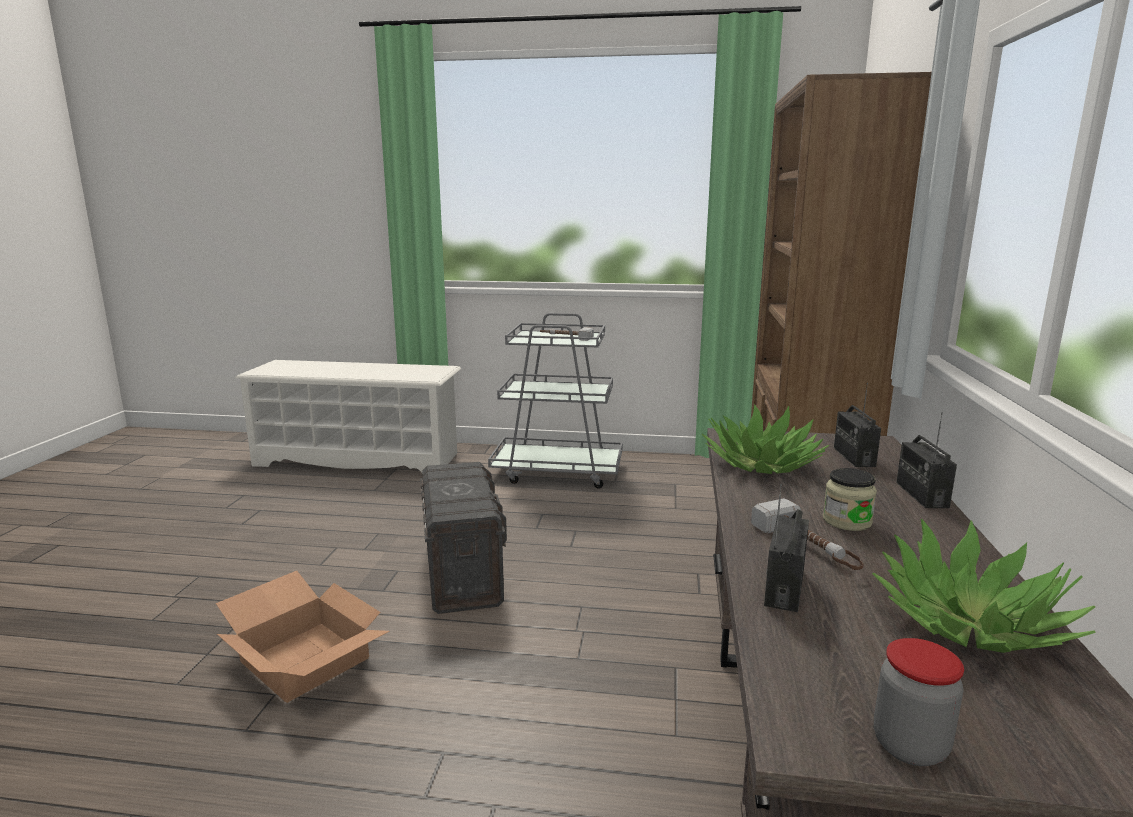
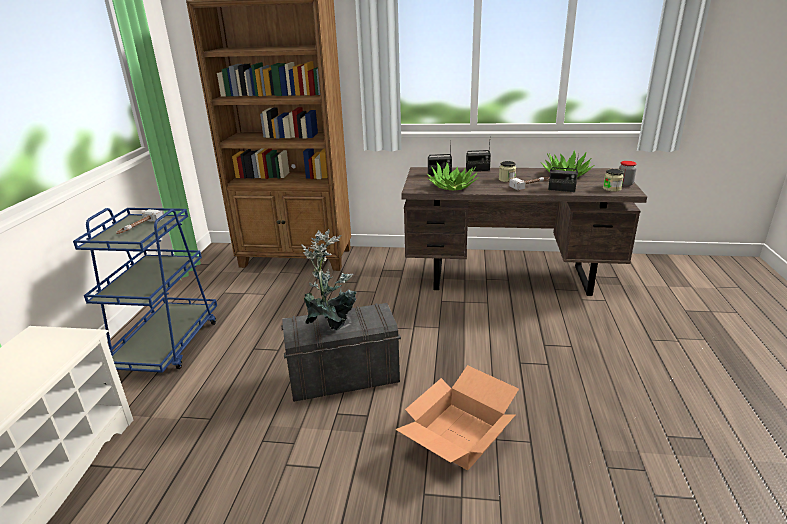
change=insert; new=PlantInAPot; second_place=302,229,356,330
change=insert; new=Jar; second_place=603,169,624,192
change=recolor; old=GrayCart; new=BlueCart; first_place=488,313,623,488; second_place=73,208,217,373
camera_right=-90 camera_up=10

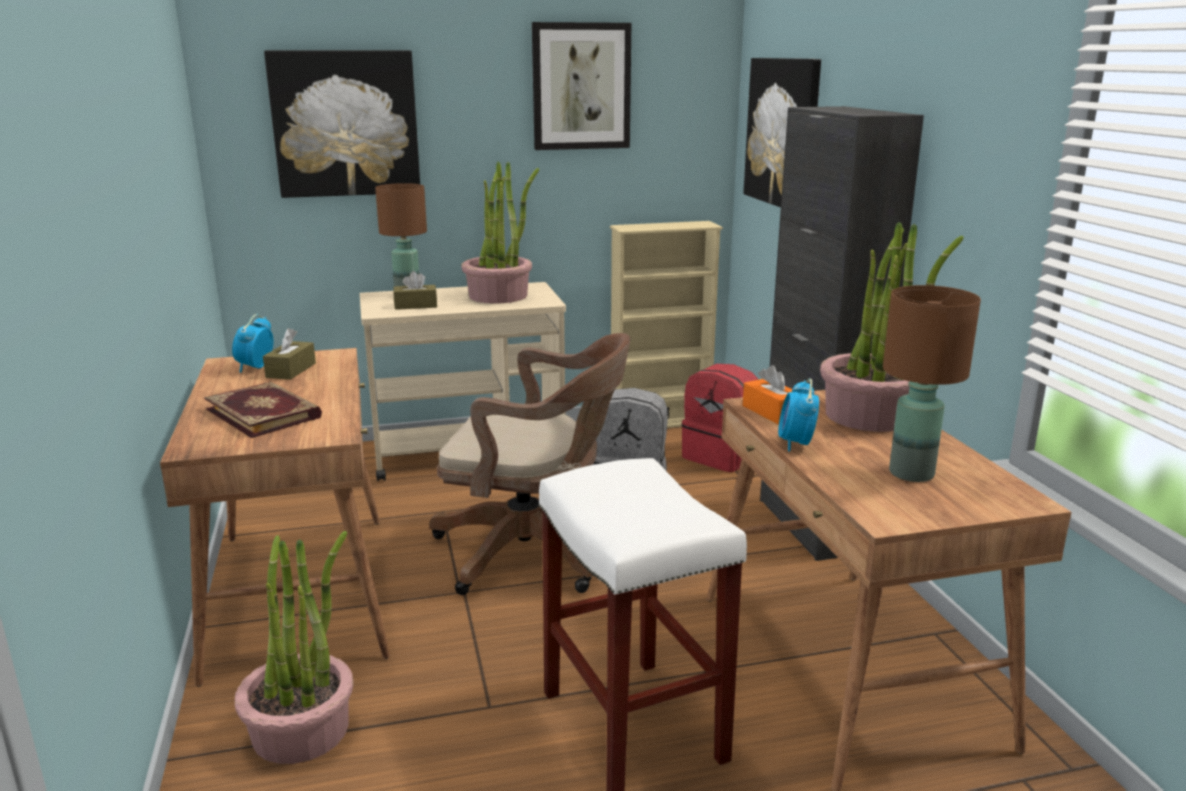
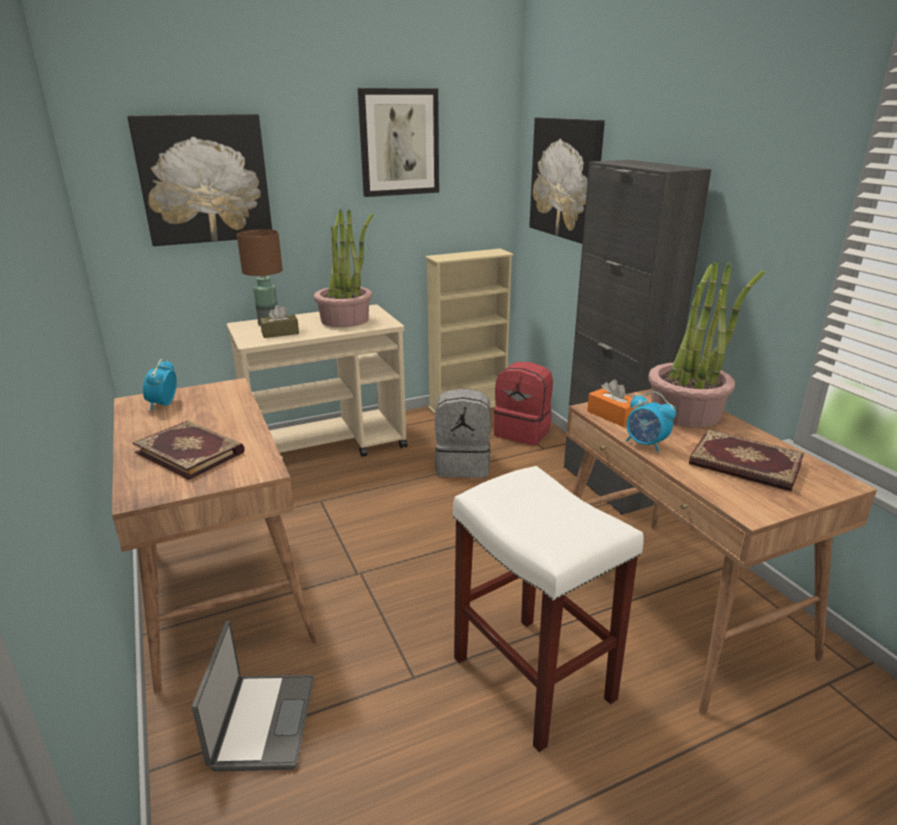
change=delete; old=BrownColouredTissueBox; first_place=263,328,316,380
change=delete; old=BrownColouredOfficeChair; first_place=429,333,630,595
change=replace; old=PlantInAPot; new=PortableComputer; first_place=235,531,353,764; second_place=192,621,314,772
change=replace; old=BrownColouredTabletopLamp; new=BoundBook; first_place=883,285,981,482; second_place=689,429,804,492
change=rotate; old=AlarmClock; first_place=778,378,819,451; second_place=626,391,676,452; degrees=-45
camera_right=-10 camera_up=5

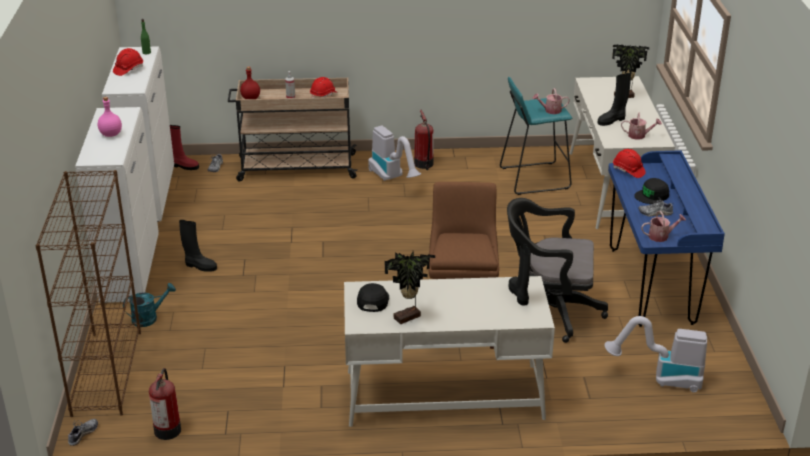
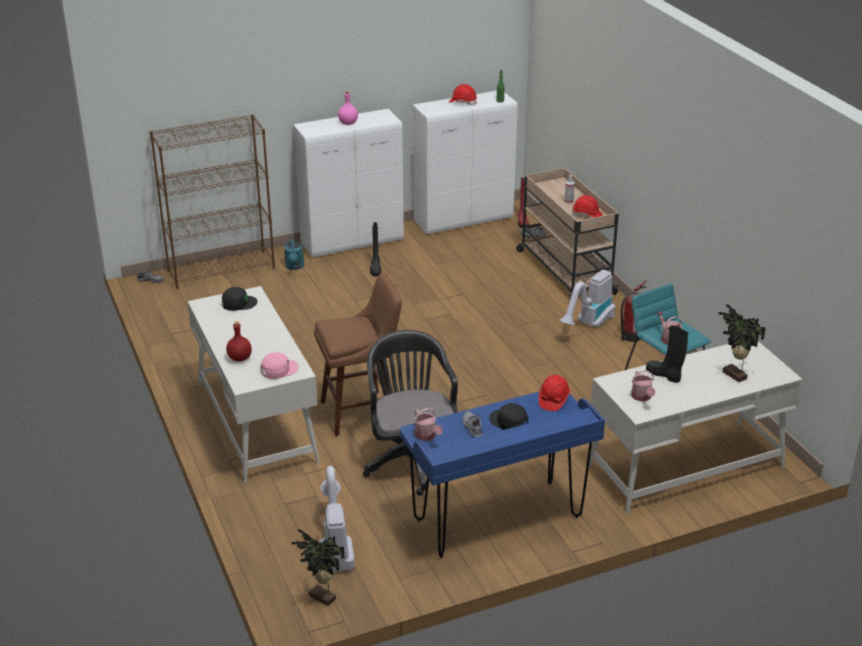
change=delete; old=FireFightingCylinder; first_place=149,368,181,440
change=move; old=ReddishBeverageBottle; first_place=240,66,260,99; second_place=226,321,252,362
change=move; old=PlantInAPot; first_place=385,251,435,324; second_place=292,529,345,606
change=replace; old=BlackColouredBoot; new=PinkishPeakedCap; first_place=509,243,531,305; second_place=261,352,299,379
change=rotate; old=TurquoiseColouredWateringPot; first_place=123,283,176,327; second_place=284,236,304,270; degrees=45
camera_right=70 camera_up=0

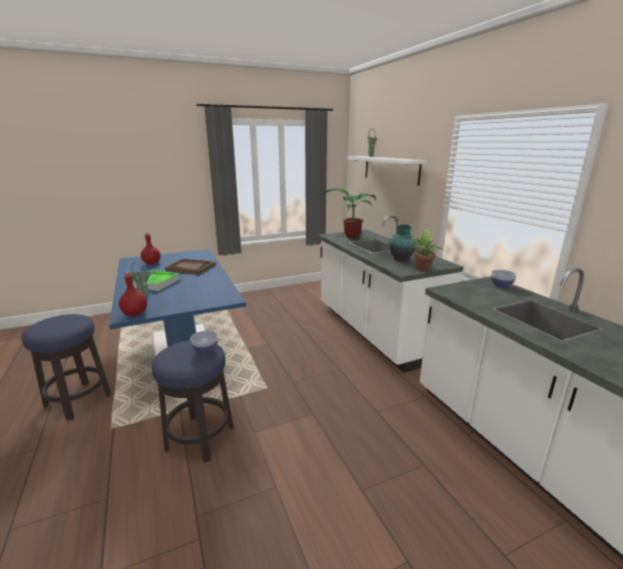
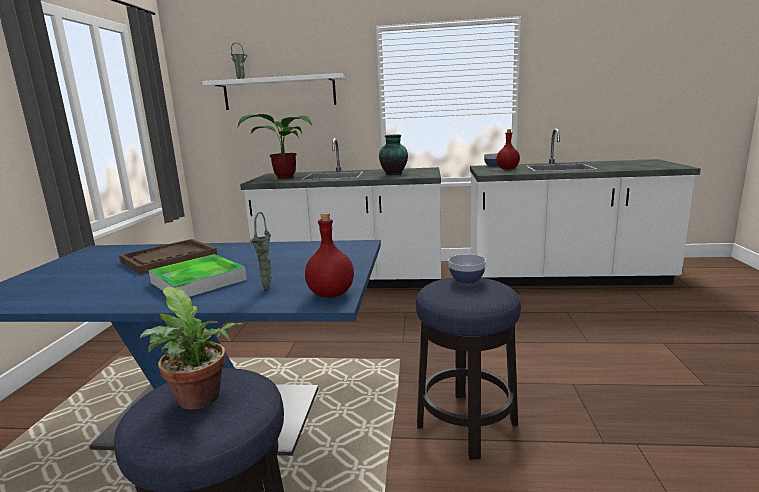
change=move; old=ReddishBeverageBottle; first_place=141,233,161,264; second_place=496,129,520,169
change=move; old=PlantInAPot; first_place=409,230,443,271; second_place=140,287,244,409
camera_right=-60 camera_up=-5

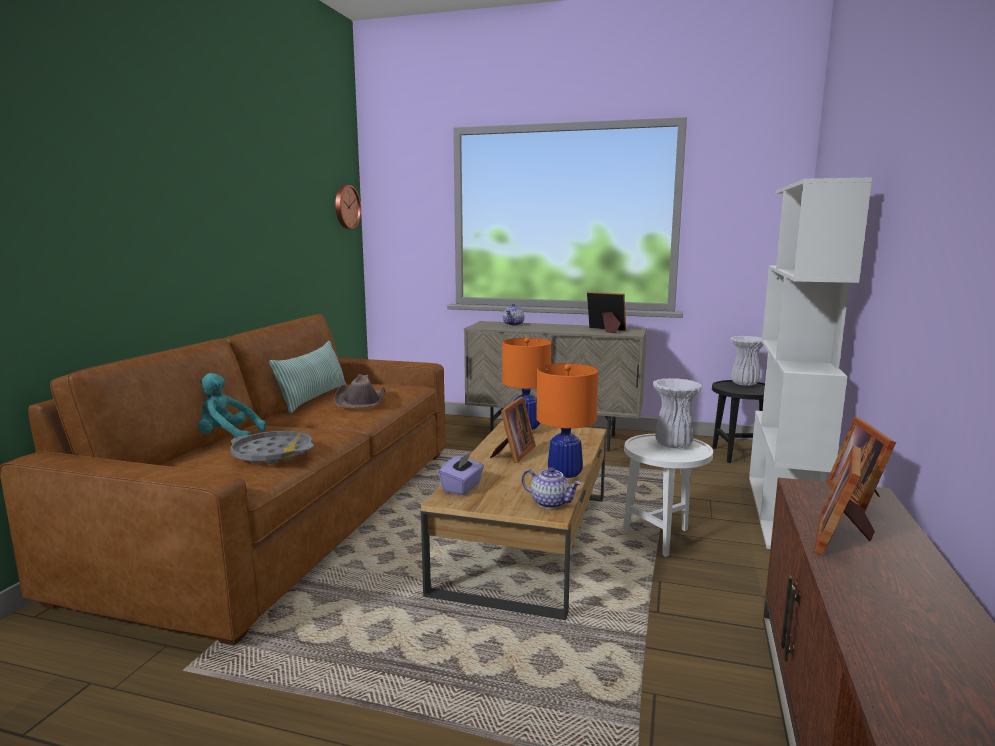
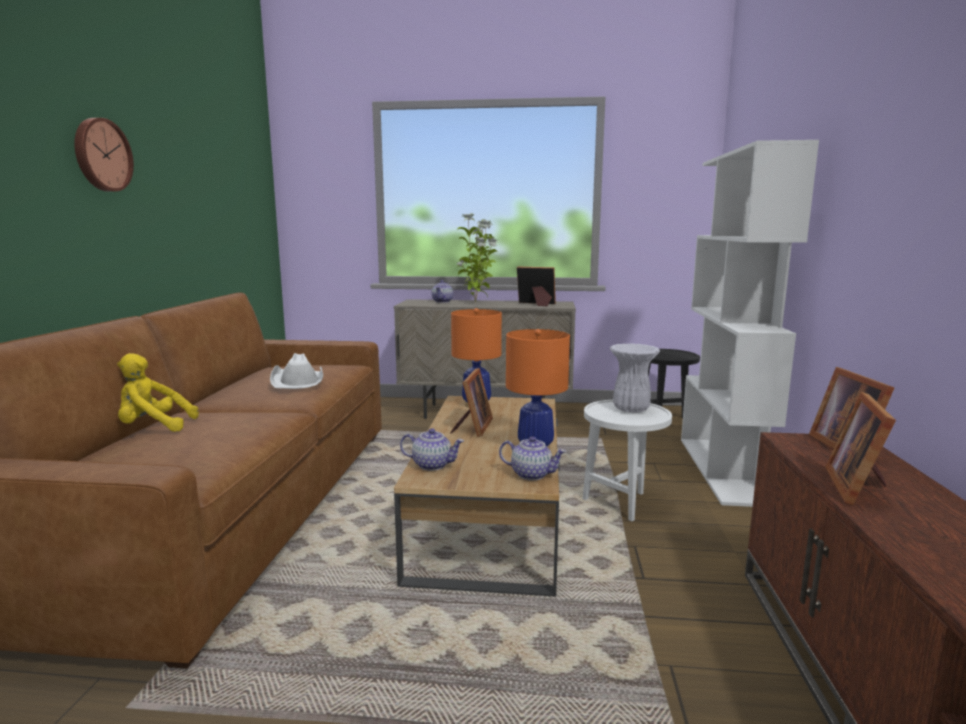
change=delete; old=GrayCarryingTray; first_place=230,431,314,464
change=delete; old=Pillow; first_place=269,341,347,413
change=delete; old=WhitishDecorativeVase; first_place=730,336,763,386
change=insert; new=PlantInAPot; second_place=457,213,497,303
change=move; old=WallClock; first_place=335,185,361,229; second_place=74,118,134,192
change=replace; old=PurpleTissueBox; new=Teapot; first_place=439,452,484,495; second_place=400,428,464,471
change=recolor; old=TurquoiseColouredPlushToy; new=YellowishPlushToy; first_place=198,373,266,437; second_place=117,353,199,432
change=recolor; old=BrownColouredWearableHat; new=WhitishWearableHat; first_place=334,374,385,408; second_place=270,353,323,389
camera_right=-10 camera_up=0

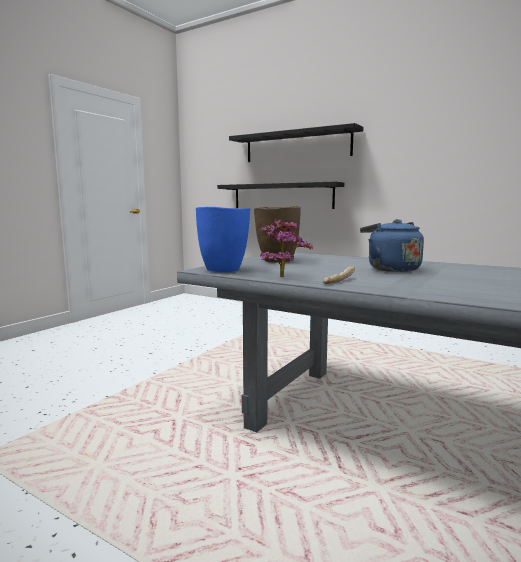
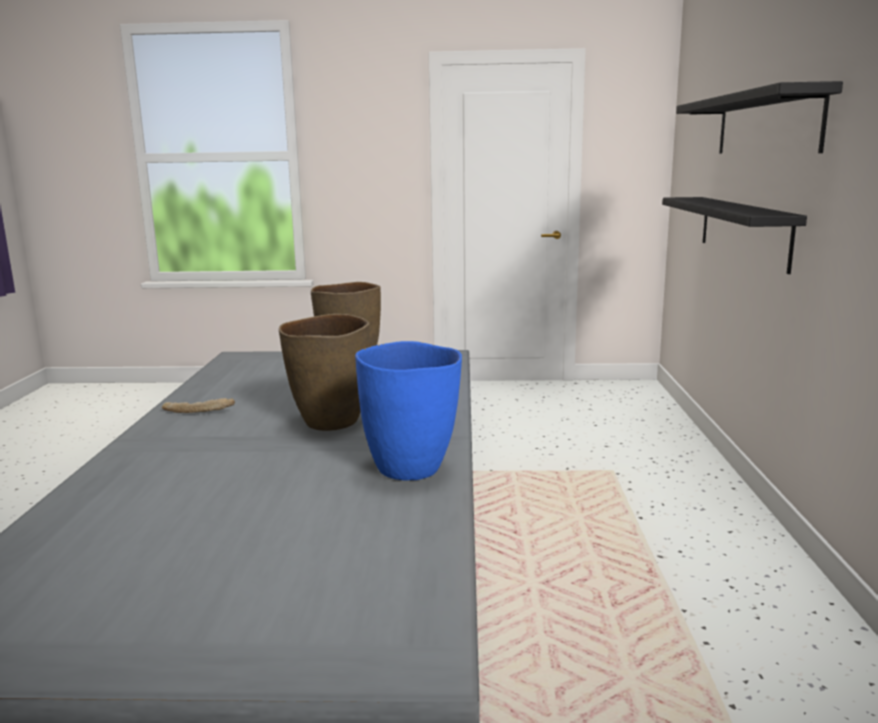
change=delete; old=PlantInAPot; first_place=260,219,313,277
change=move; old=BlueDecorativeVase; first_place=196,207,250,272; second_place=355,341,462,480
change=replace; old=BlueTeaKettle; new=BrownColouredDecorativeVase; first_place=360,219,424,272; second_place=279,314,370,431
camera_right=60 camera_up=5

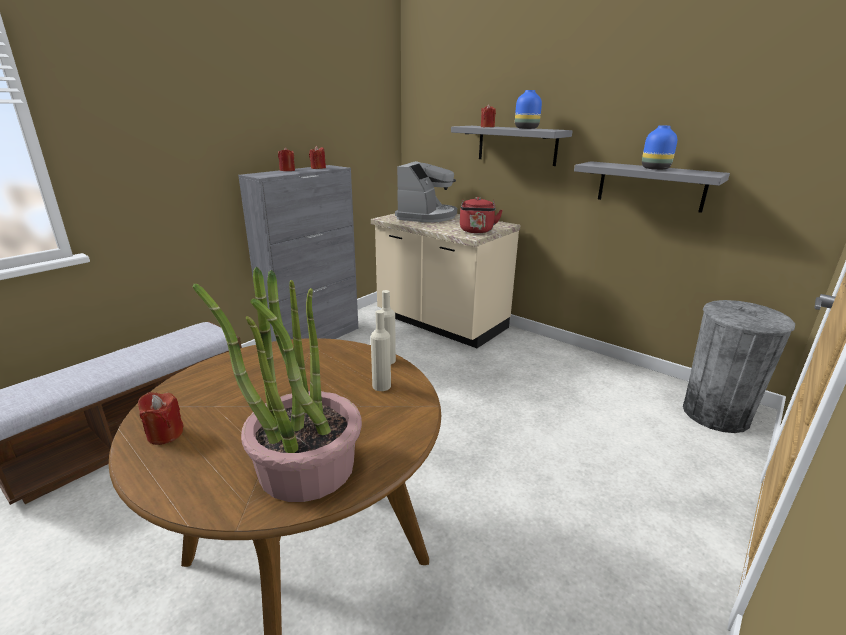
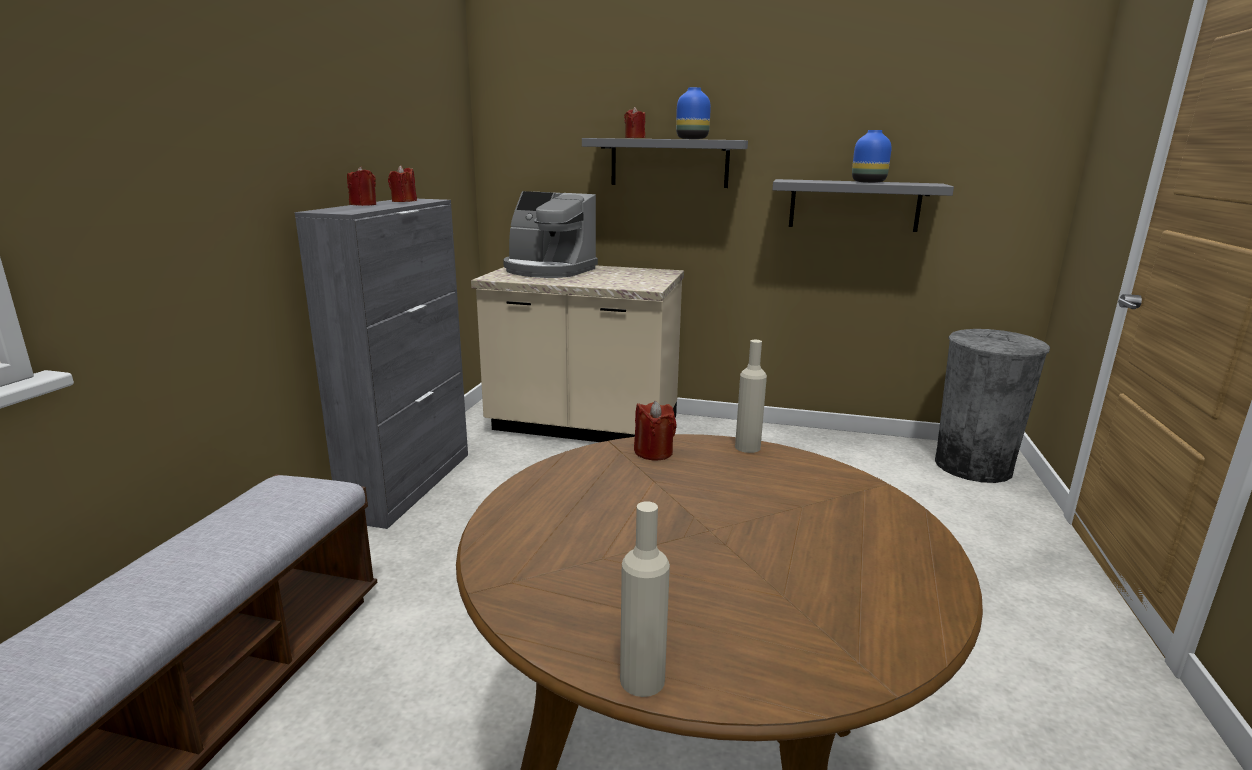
change=delete; old=PlantInAPot; first_place=193,266,362,502
change=delete; old=ReddishTeaKettle; first_place=460,197,503,233
change=move; old=ReddishWaxLight; first_place=138,392,184,445; second_place=634,401,677,460
change=move; old=BeigeBeverageBottle; first_place=371,310,391,391; second_place=620,501,670,697
change=rotate; old=CoffeeBrewer; first_place=395,161,457,222; second_place=503,191,598,278; degrees=120
camera_right=-25 camera_up=-5

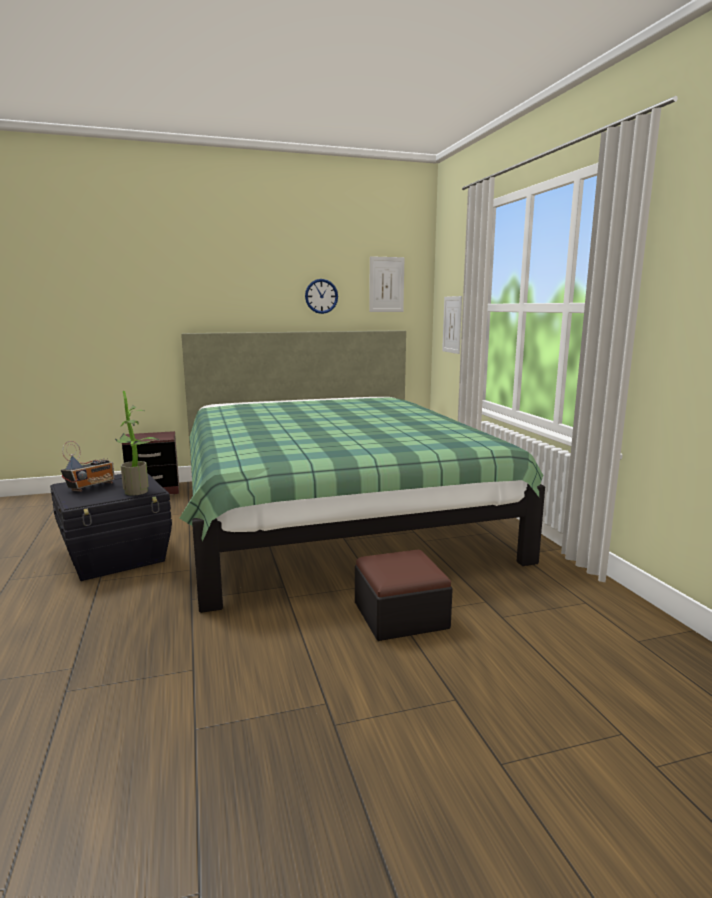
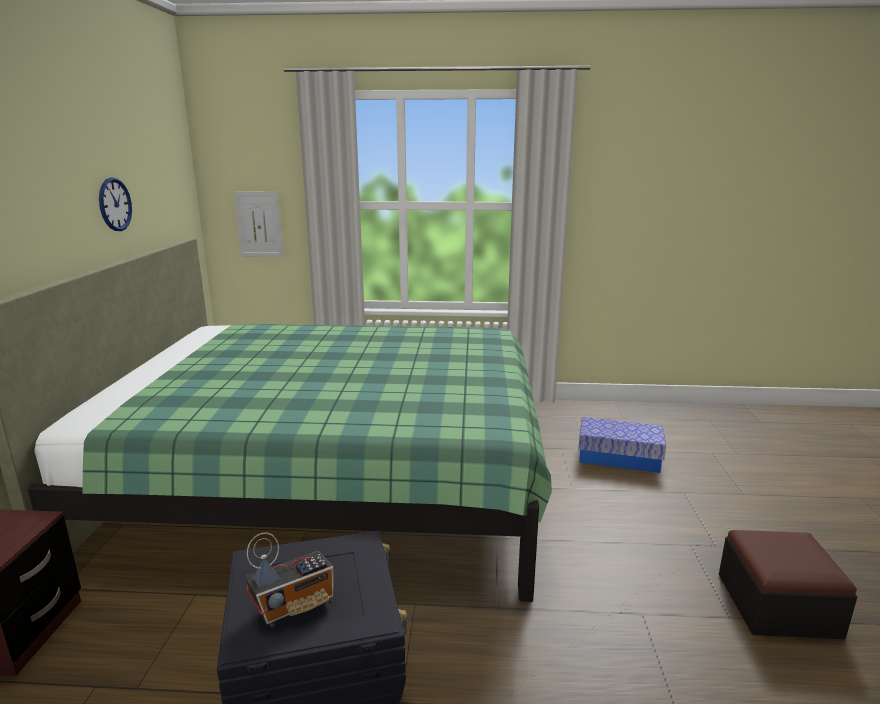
change=delete; old=PlantInAPot; first_place=115,391,160,496
change=delete; old=Picture; first_place=369,256,404,312
change=insert; new=StorageBin; second_place=578,417,666,473
change=move; old=Pouffe; first_place=355,550,453,641; second_place=719,530,857,639
change=rotate; old=RadioSet; first_place=61,441,115,492; second_place=245,532,334,628; degrees=90
camera_right=-70 camera_up=5

